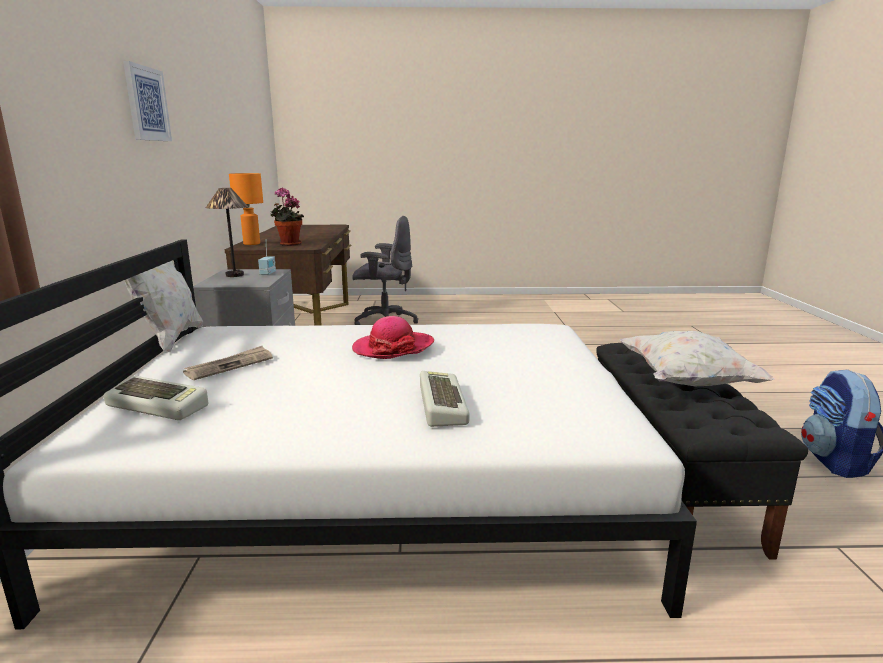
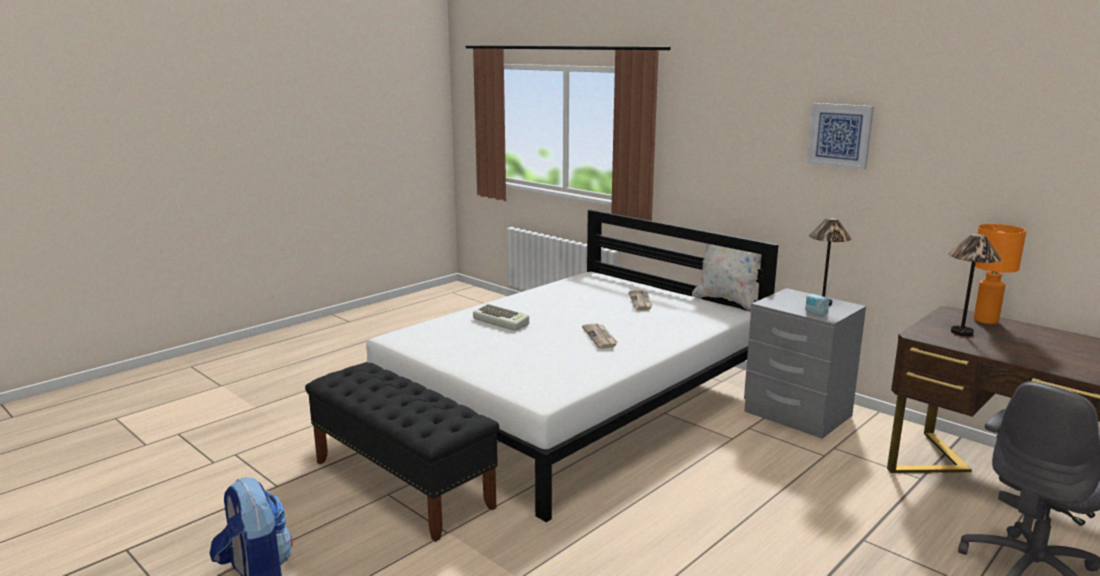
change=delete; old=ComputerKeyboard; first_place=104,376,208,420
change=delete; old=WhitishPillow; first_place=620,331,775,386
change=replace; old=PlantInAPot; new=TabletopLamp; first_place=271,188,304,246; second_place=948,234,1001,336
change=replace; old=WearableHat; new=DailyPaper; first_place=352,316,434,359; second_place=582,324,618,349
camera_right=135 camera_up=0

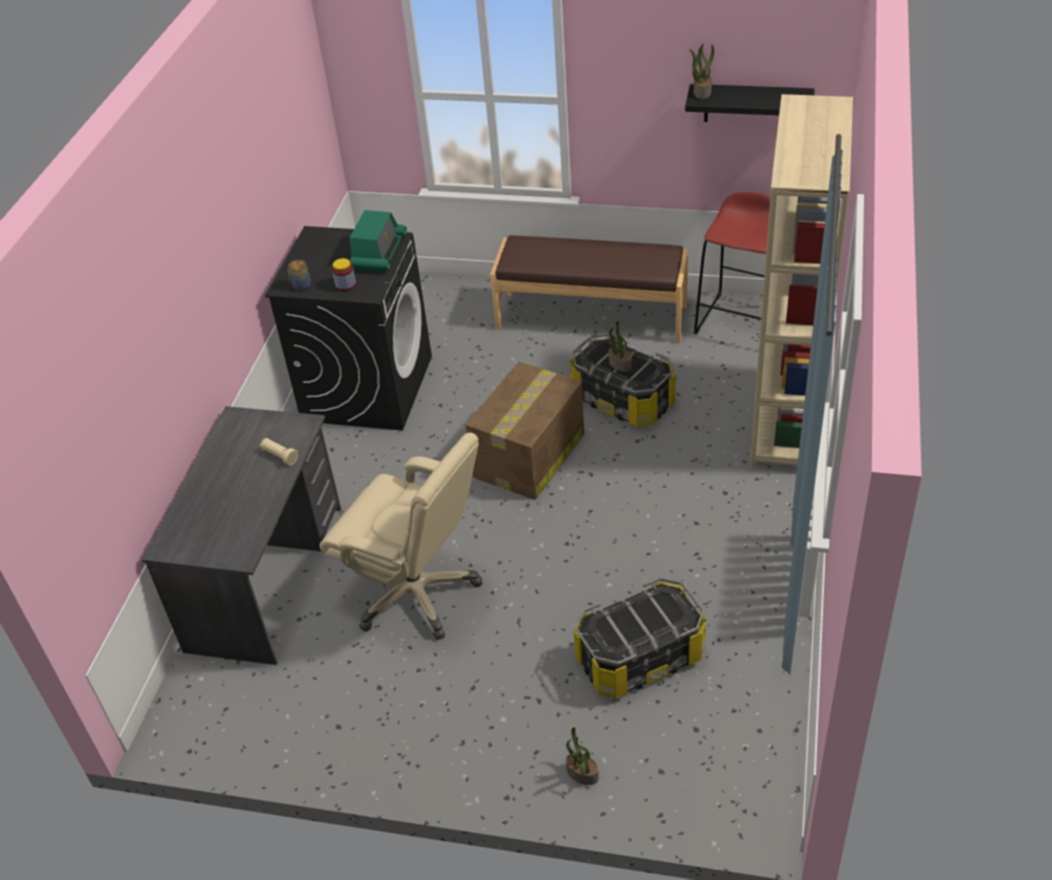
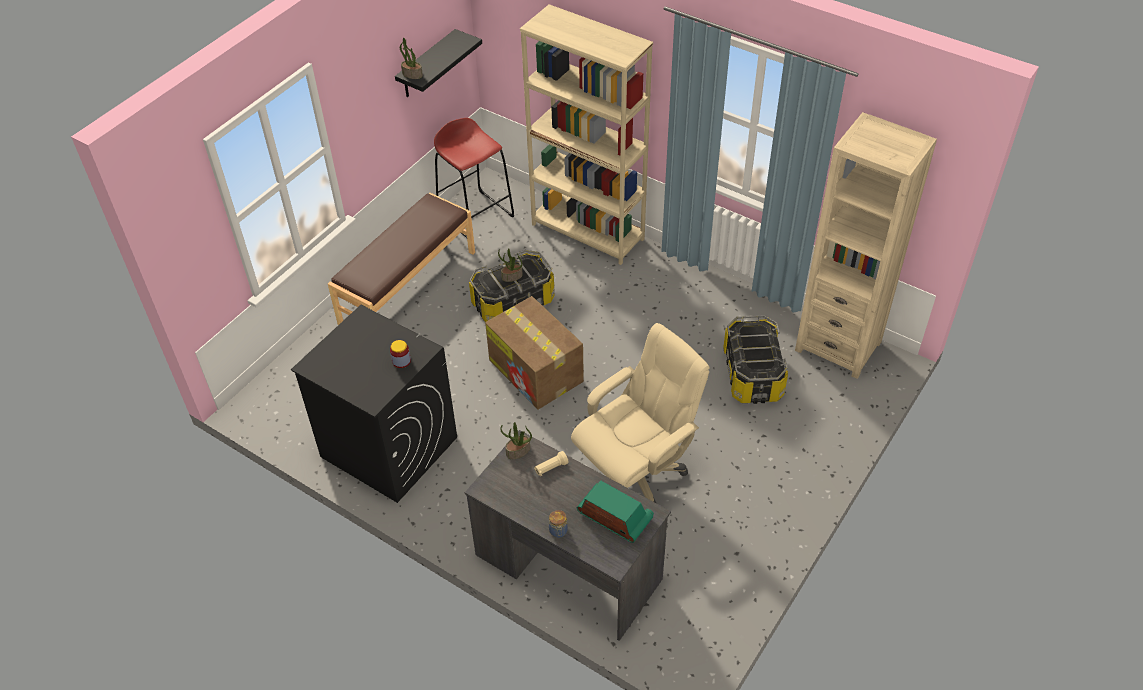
change=insert; new=BeigeBookcase; second_place=795,112,937,379
change=move; old=Jar; first_place=287,260,311,291; second_place=549,510,568,538
change=move; old=RadioSet; first_place=350,210,407,272; second_place=577,480,654,543
change=move; old=PlantInAPot; first_place=566,728,599,785; second_place=500,422,532,459
camera_right=-70 camera_up=5

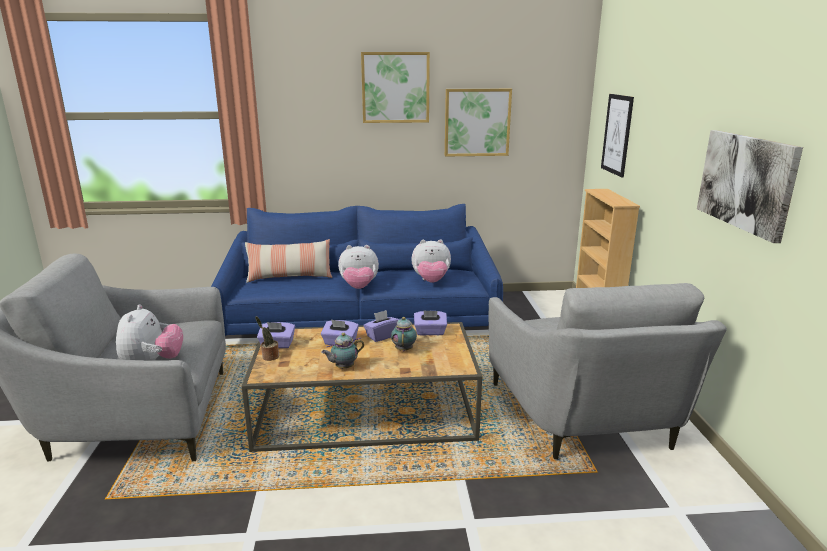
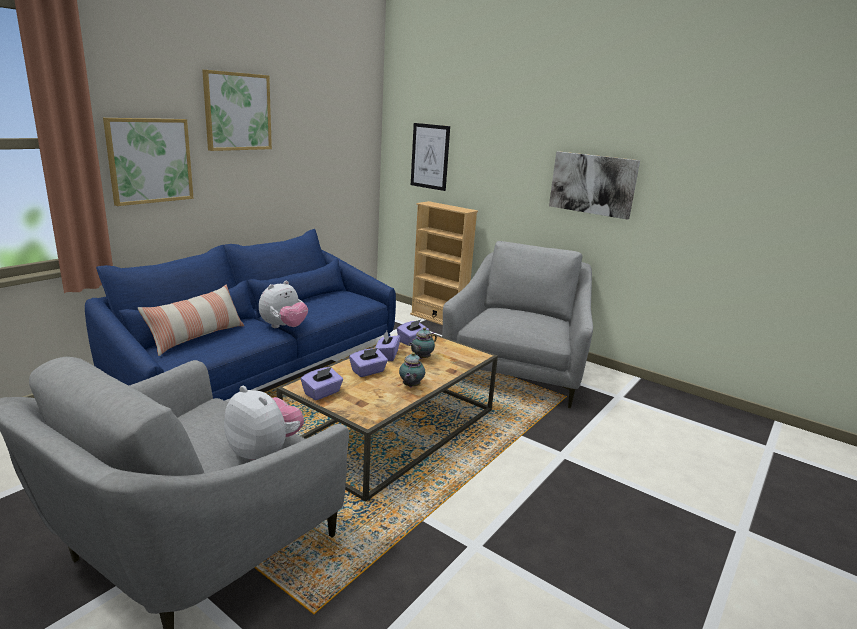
change=delete; old=PlantInAPot; first_place=255,316,279,361
change=delete; old=PlushToy; first_place=411,239,451,283
change=move; old=Picture; first_place=445,89,512,156; second_place=103,118,194,206
change=rotate; old=Teapot; first_place=391,317,417,352; second_place=408,327,437,359; degrees=-90
change=rotate; old=GrayArmchair; first_place=489,283,727,459; second_place=442,241,593,408; degrees=-105
camera_right=-50 camera_up=0

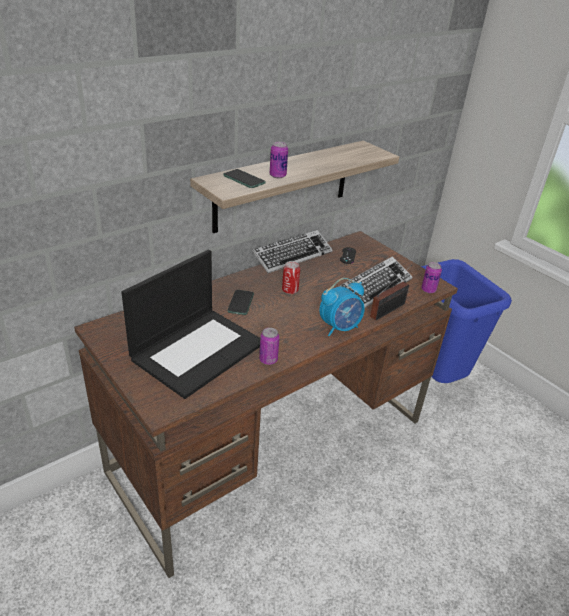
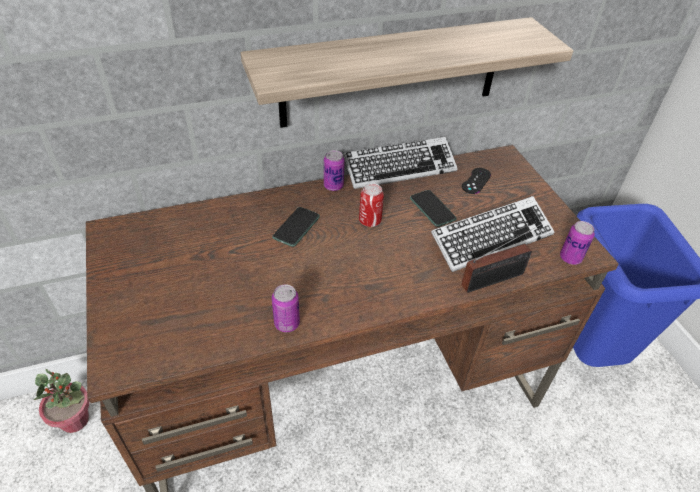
change=delete; old=PortableComputer; first_place=121,250,260,399
change=delete; old=AlarmClock; first_place=319,278,365,336
change=insert; new=PlantInAPot; second_place=34,369,89,433
change=move; old=Phone; first_place=223,169,266,188; second_place=410,190,457,227
change=move; old=Can; first_place=270,142,288,178; second_place=324,150,345,191
camera_right=20 camera_up=10

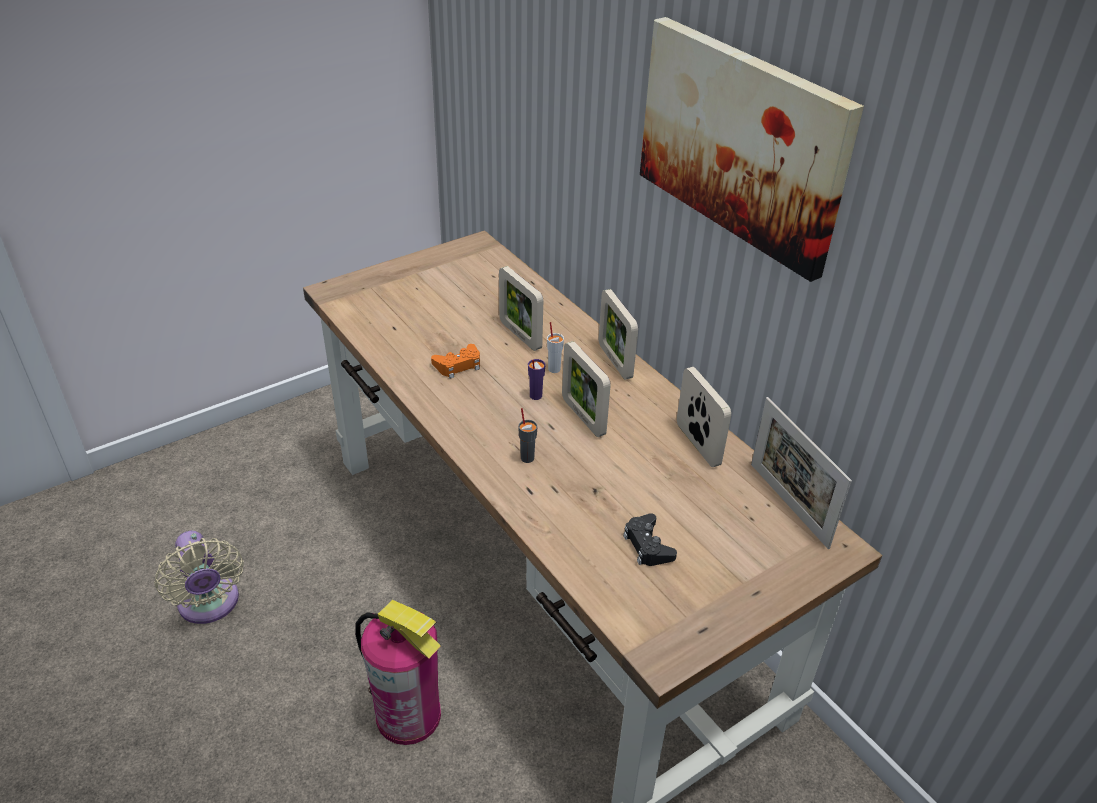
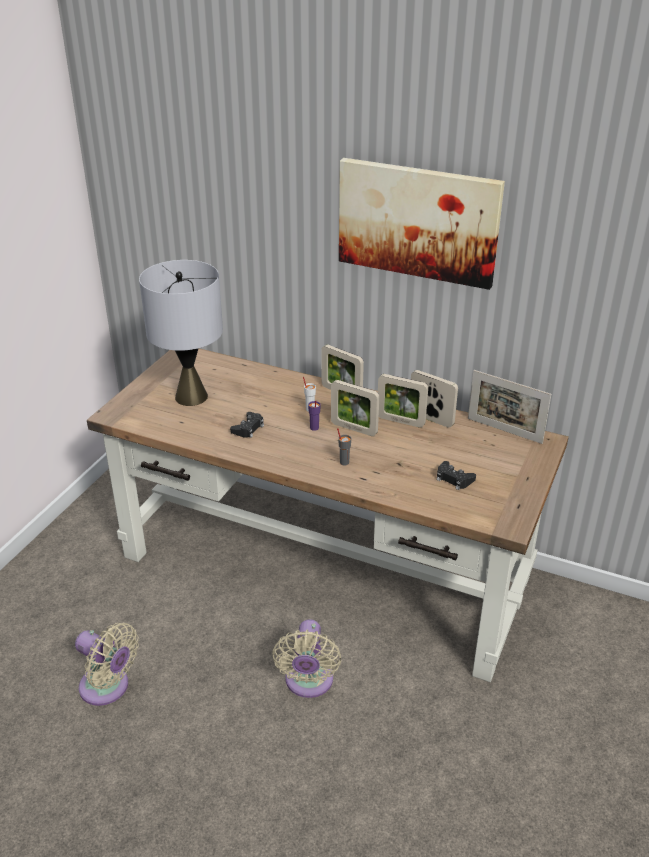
change=insert; new=GrayTabletopLamp; second_place=139,260,223,406
change=move; old=PictureFrame; first_place=499,266,543,351; second_place=378,374,428,428
change=replace; old=FireFightingCylinder; new=BeigeFan; first_place=355,600,441,745; second_place=272,619,341,698
change=recolor; old=OrangeyJoypad; new=BlackColouredJoypad; first_place=431,344,480,378; second_place=230,412,264,438
camera_right=-30 camera_up=-5

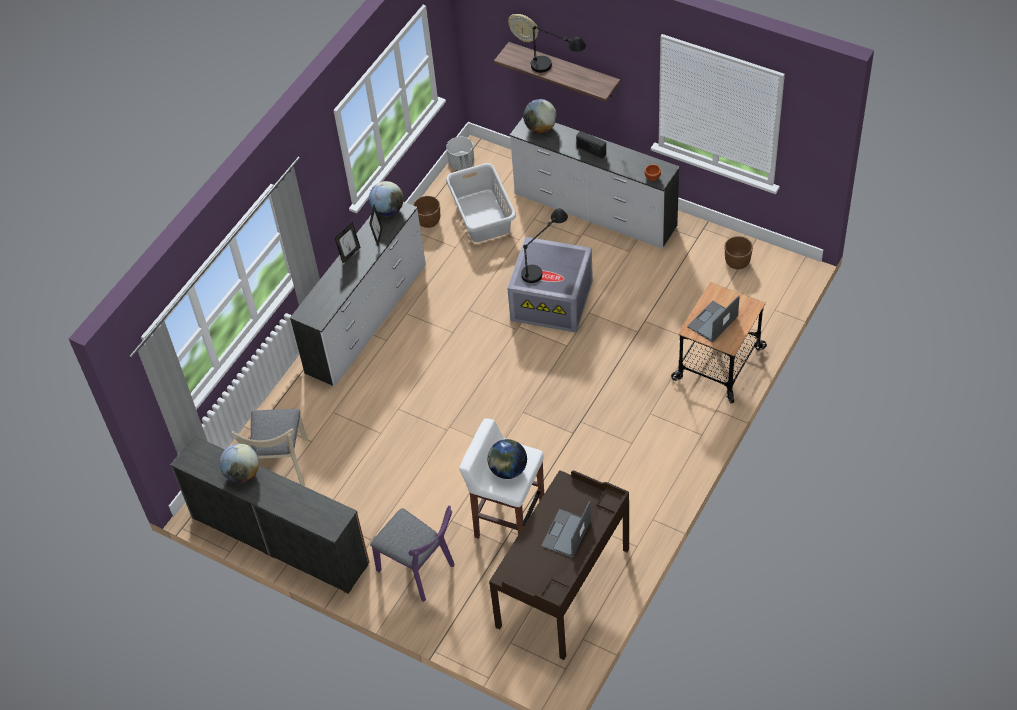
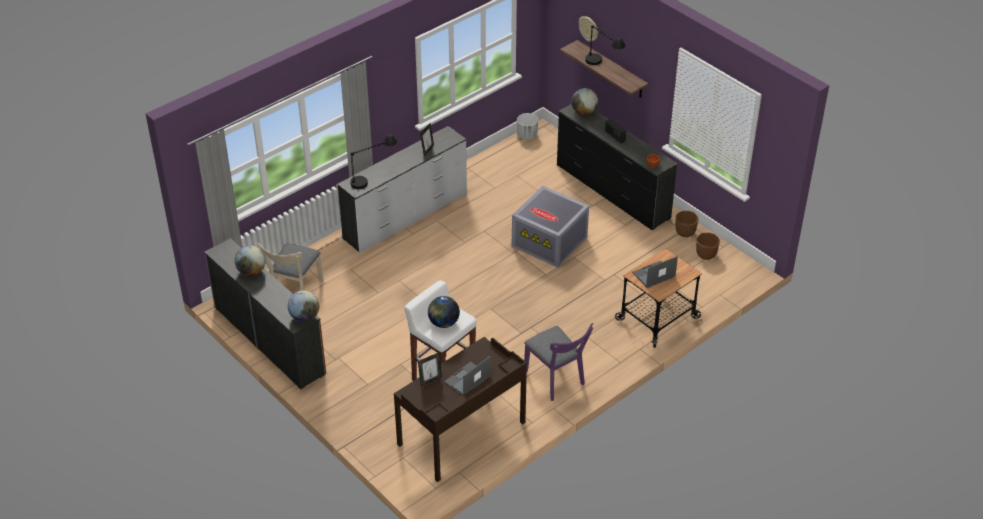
change=delete; old=GrayLaundryBasket; first_place=446,163,516,242
change=move; old=PictureFrame; first_place=335,222,360,263; second_place=418,352,442,386
change=move; old=WorldGlobe; first_place=369,181,404,216; second_place=288,290,319,322
change=move; old=PurpleUprightChair; first_place=370,506,455,602; second_place=524,323,593,401
change=move; old=BrownColouredPlantPot; first_place=413,196,440,228; second_place=675,210,699,237
change=move; old=BlackColouredTabletopLamp; first_place=521,208,568,283; second_place=350,134,397,189
change=recolor; old=WhitishDresser; new=BlackColouredDresser; first_place=510,118,680,249; second_place=557,104,678,230
camera_right=15 camera_up=-10

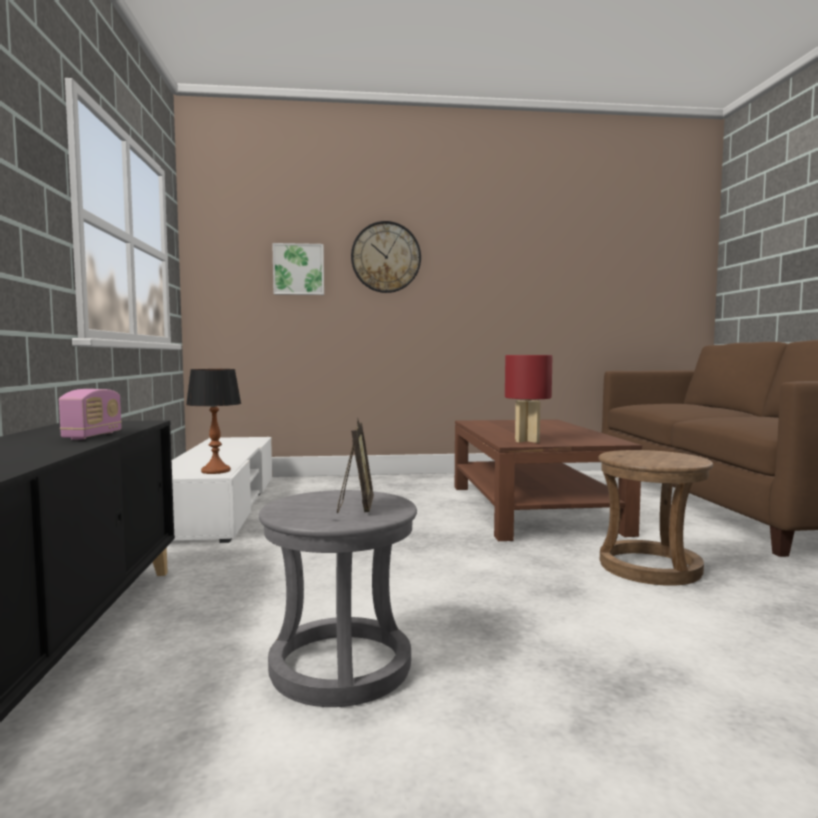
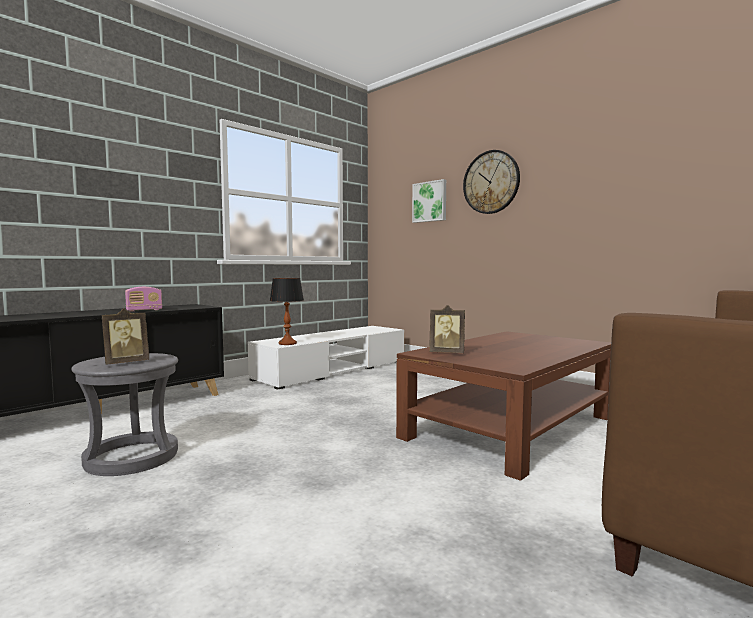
change=delete; old=BrownColouredSittingStool; first_place=598,450,713,586
change=replace; old=ReddishTabletopLamp; new=PictureFrame; first_place=505,355,553,443; second_place=429,305,465,353
camera_right=50 camera_up=0

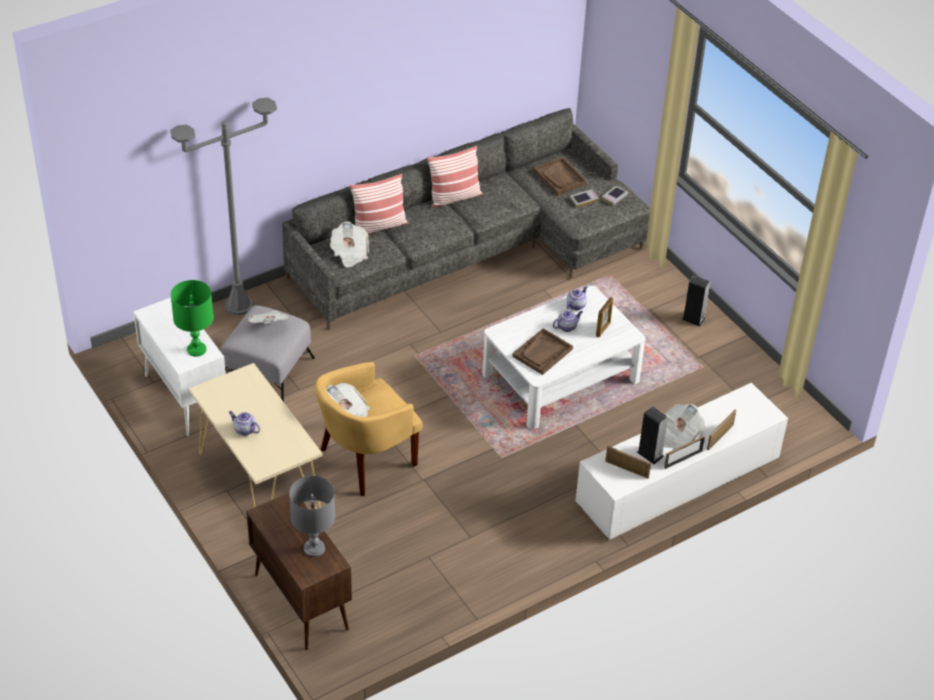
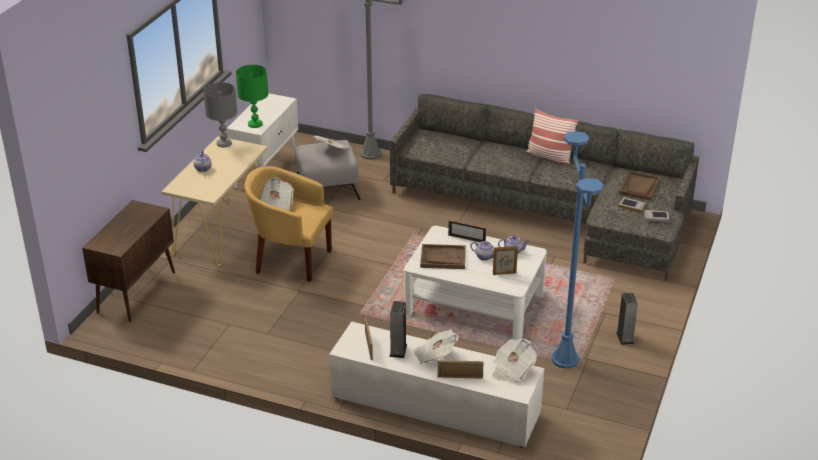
change=delete; old=Pillow; first_place=350,174,408,234
change=insert; new=BlueStandingLamp; second_place=552,131,604,369
change=move; old=GrayTabletopLamp; first_place=289,476,335,557; second_place=203,82,237,147
change=move; old=DailyPaper; first_place=330,221,369,268; second_place=492,338,537,383
change=move; old=PictureFrame; first_place=664,436,705,469; second_place=448,220,486,242
camera_right=55 camera_up=-10

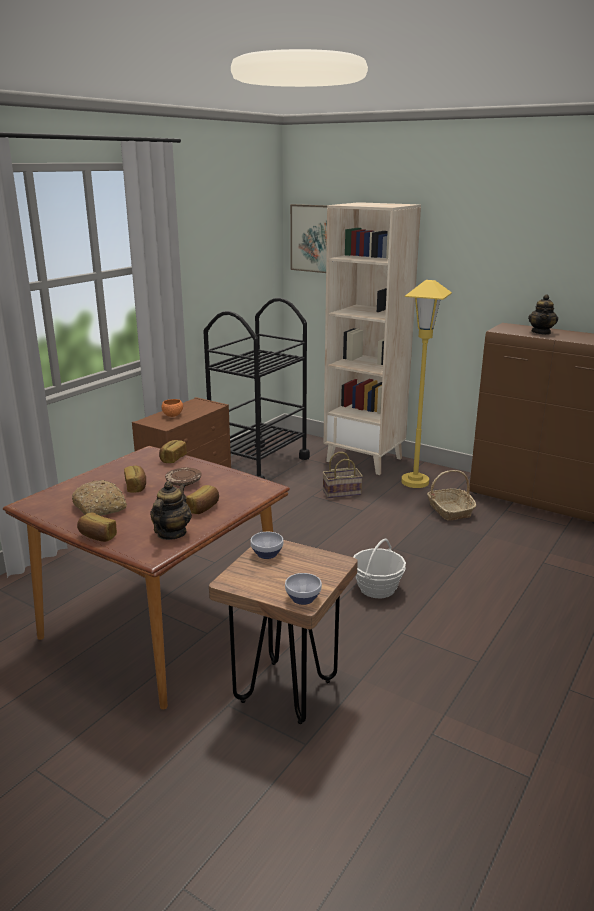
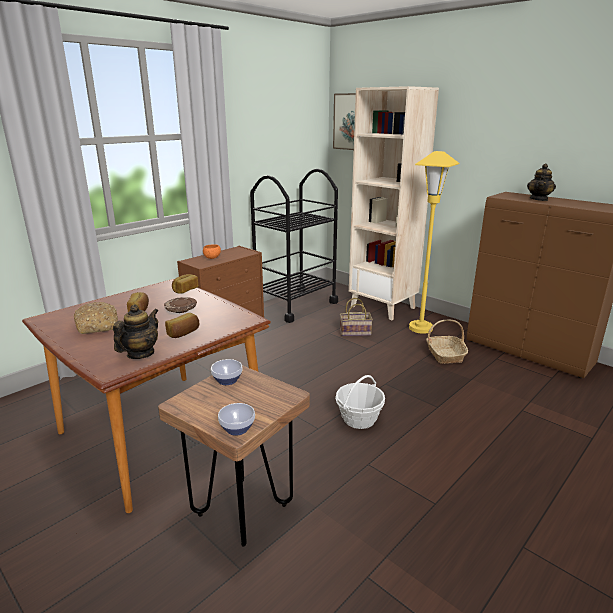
change=delete; old=BakeryBread; first_place=77,513,117,542
camera_right=10 camera_up=0

